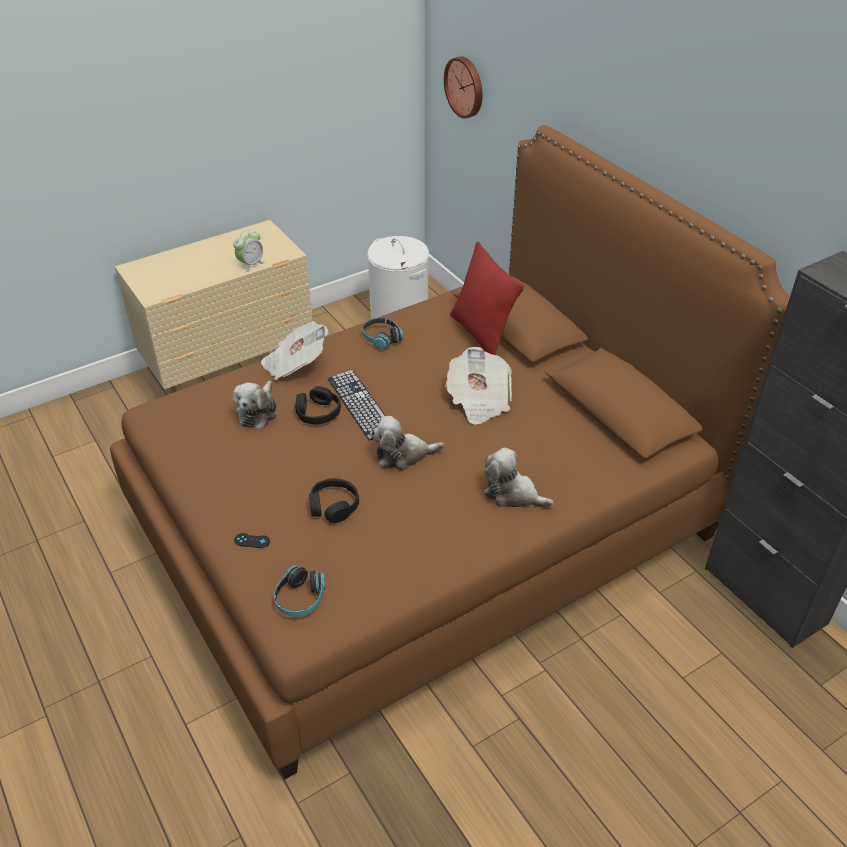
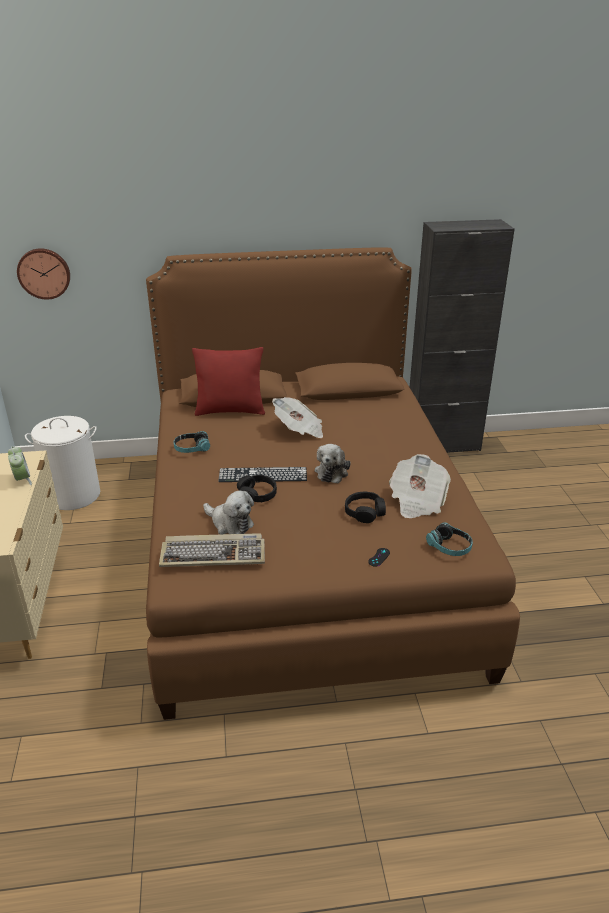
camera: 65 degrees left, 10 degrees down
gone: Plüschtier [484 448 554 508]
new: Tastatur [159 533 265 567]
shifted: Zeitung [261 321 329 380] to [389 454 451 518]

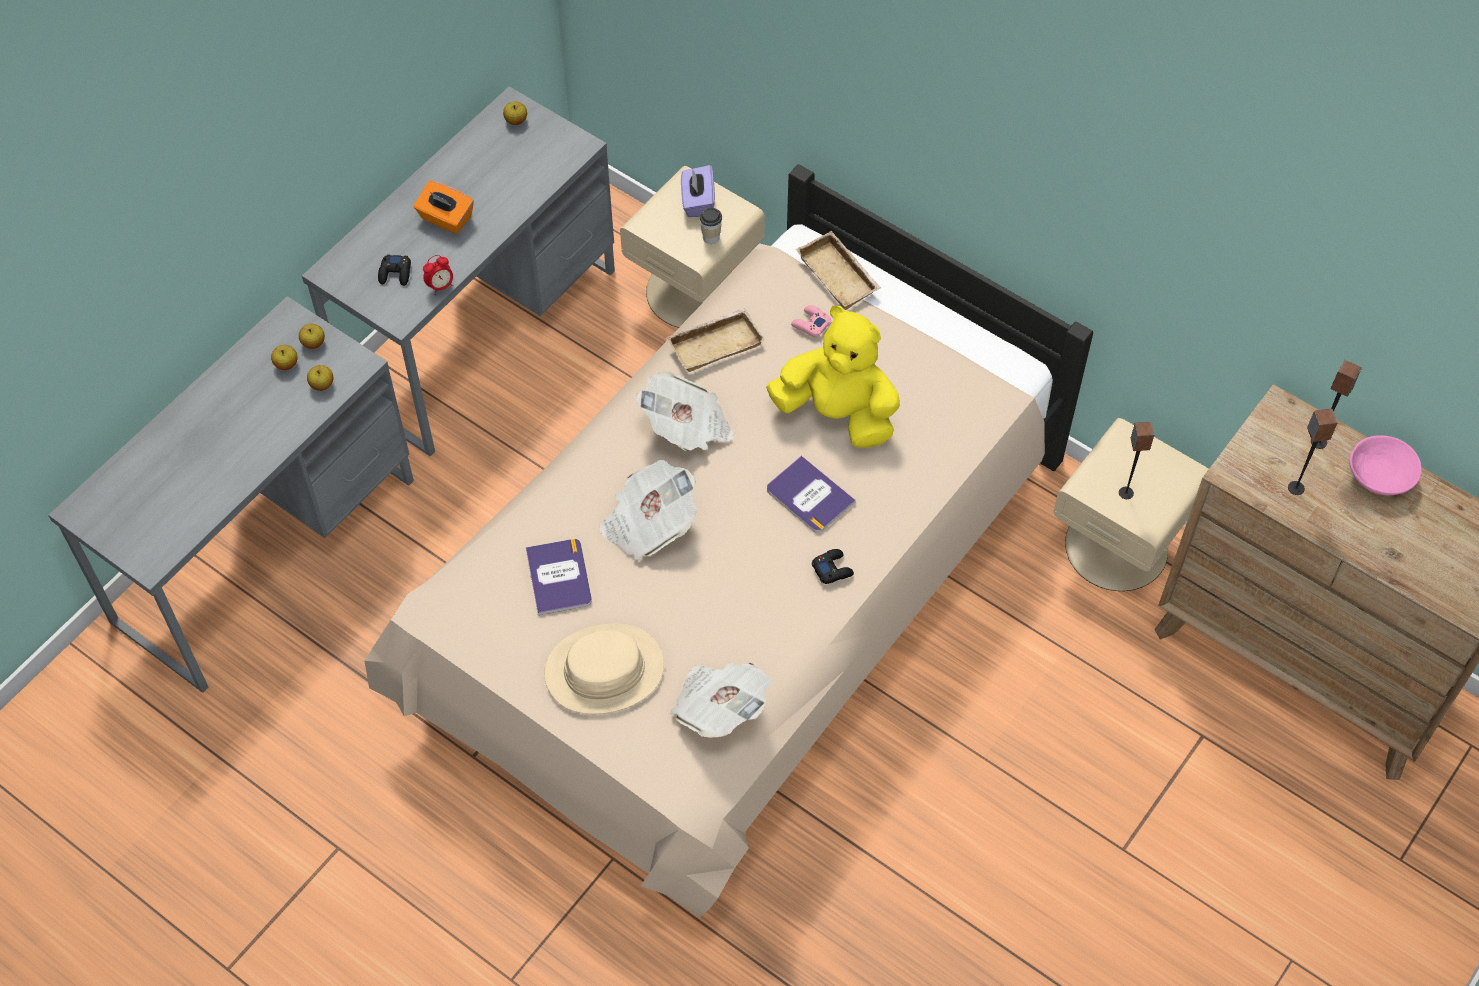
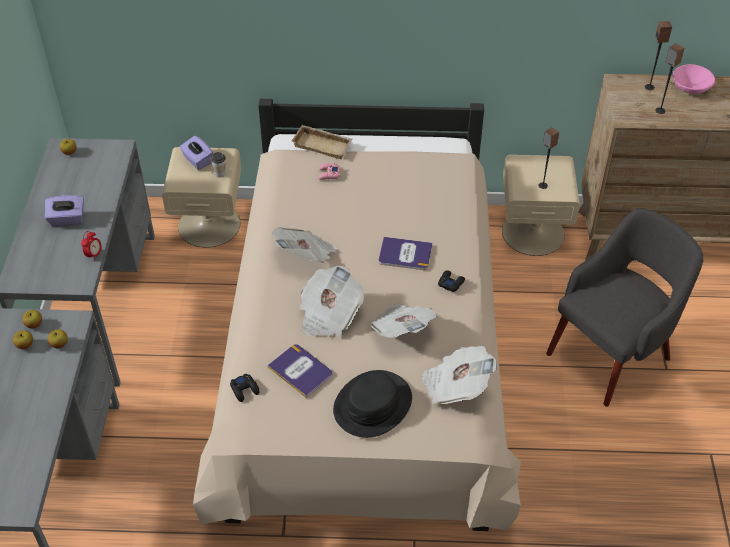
camera: 35 degrees left, 10 degrees down
gone: Plüschtier [gelb] [766 306 900 448]; Tablett [beige] [666 308 765 372]
new: Sessel [grau] [546 208 703 407]; Zeitung [369 303 437 338]
shifted: Gamepad [schwarz] [378 254 411 286] to [230 374 260 402]
repainted: Taschentuchbox [orange] [414 181 474 234] to Taschentuchbox [lila] [45 195 84 226]; Hut [beige] [544 624 664 714] to Hut [schwarz] [333 370 412 438]

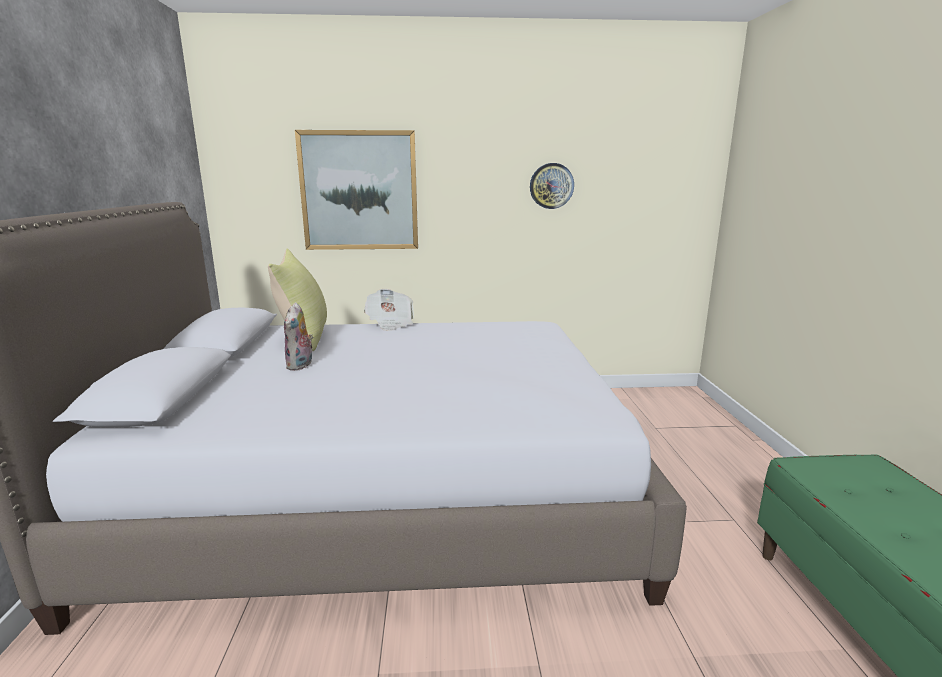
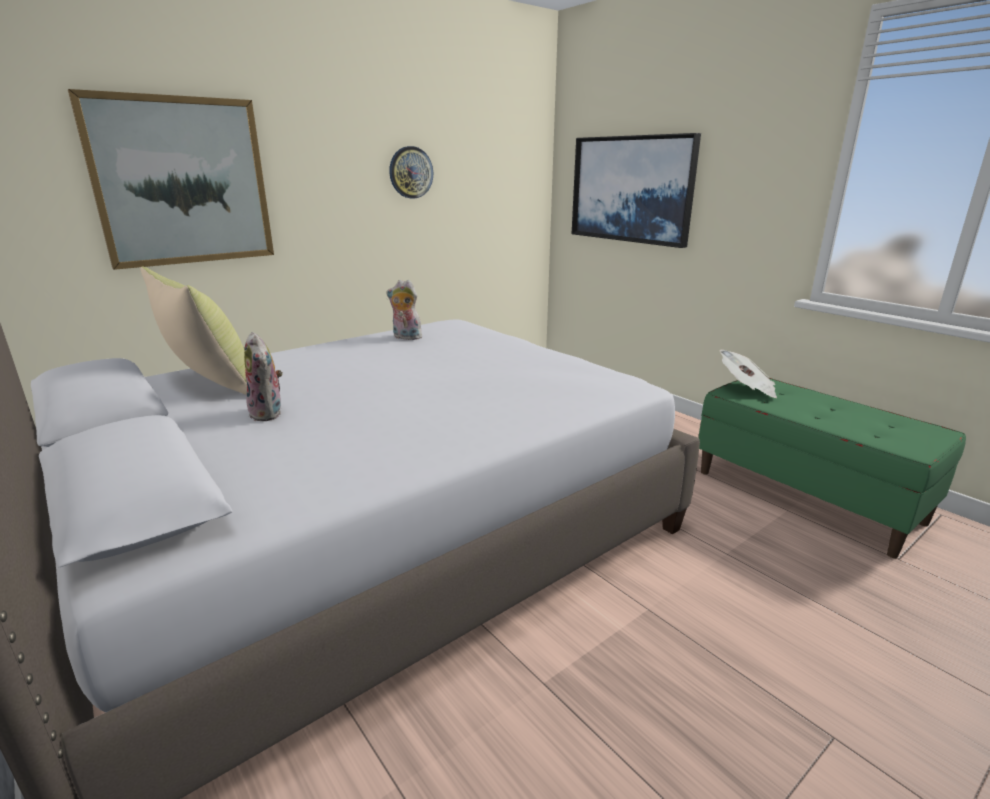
camera: 35 degrees left, 5 degrees up
new: Bild [572 133 701 248]; Plüschtier [386 280 426 340]
shifted: Zeitung [364 289 414 331] to [720 349 777 398]

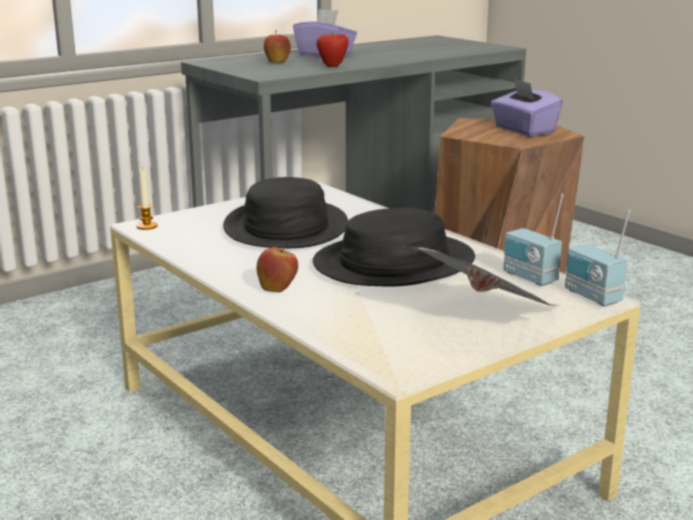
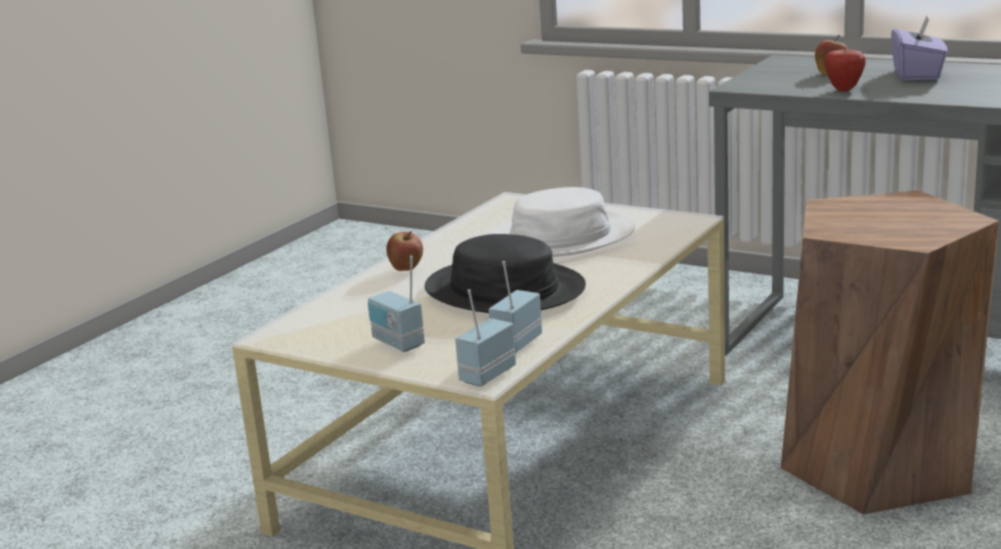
camera: 70 degrees right, 0 degrees up
gone: Taschentuchbox [lila] [491 79 563 136]; Kerze [136 167 158 230]
swapped: Zeitung [404 246 561 307] to Radio [368 255 425 352]
repainted: Hut [schwarz] [223 177 348 248] to Hut [weiß] [487 187 635 257]

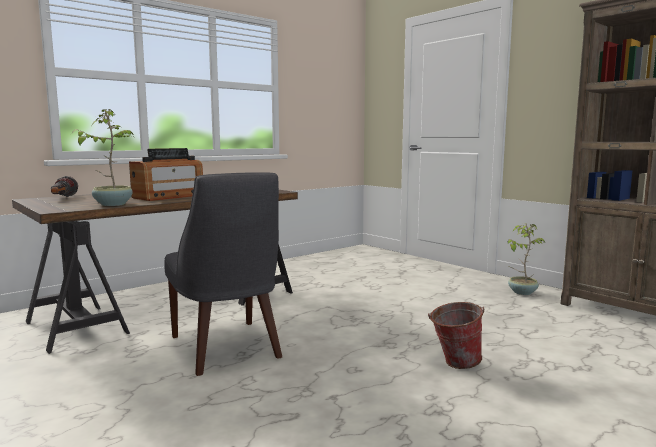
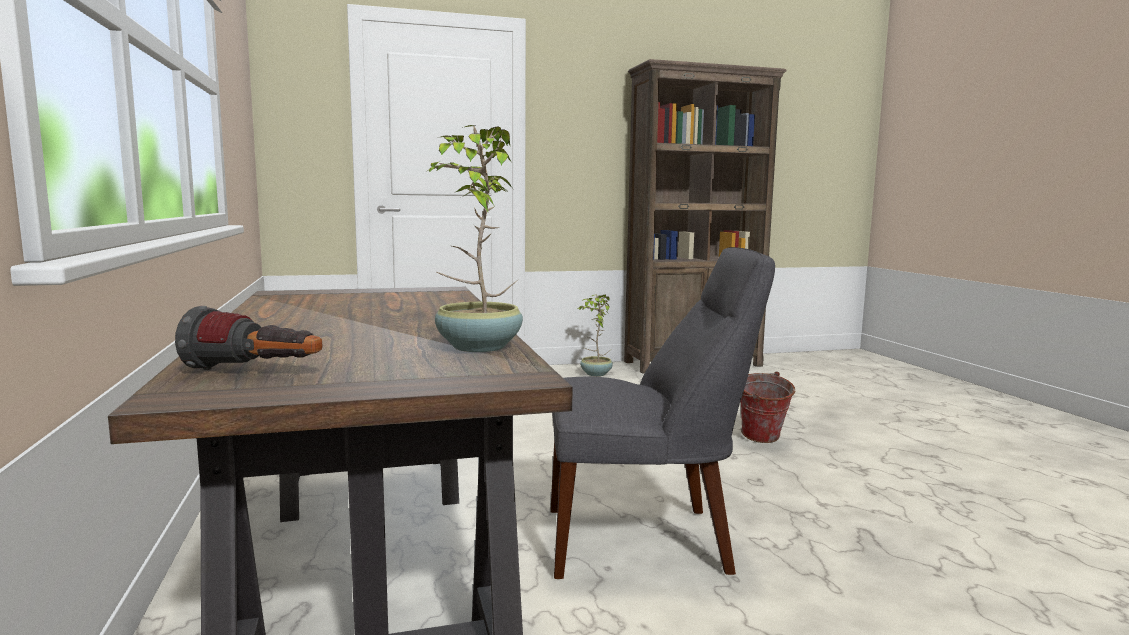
camera: 65 degrees left, 0 degrees up
gone: Radio [129 148 203 201]

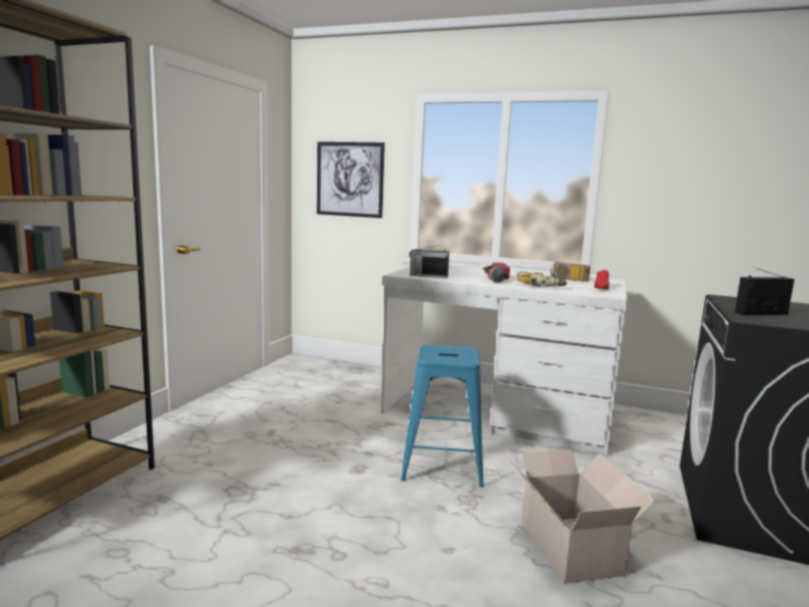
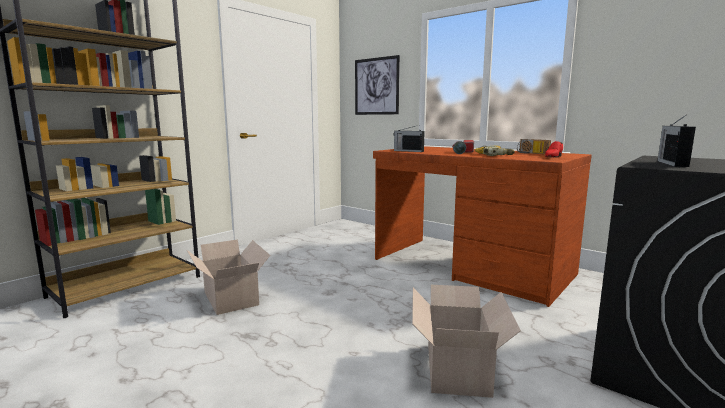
camera: 20 degrees right, 0 degrees up
gone: Hocker [blau] [401 345 484 487]
new: Karton [187 239 270 315]
repainted: Schreibtisch [weiß] [381 265 627 456] to Schreibtisch [braun] [373 146 592 307]
rotated: Radio [735 267 794 315] = [658 115 696 167] 75 degrees counterclockwise

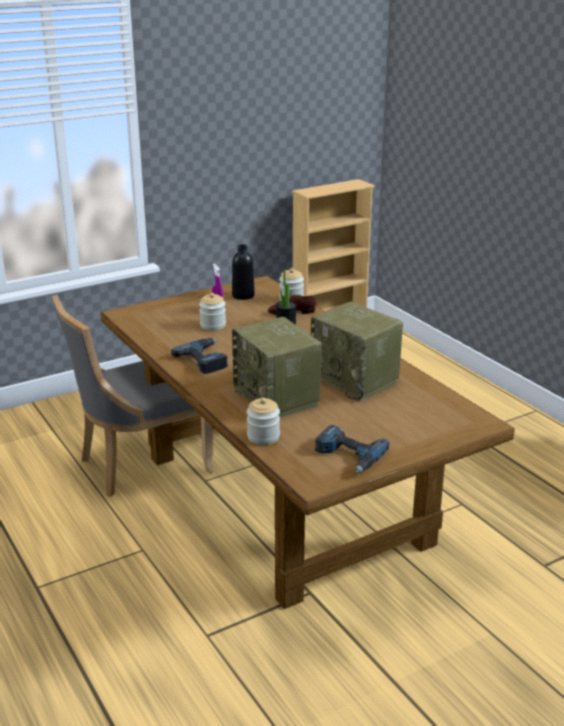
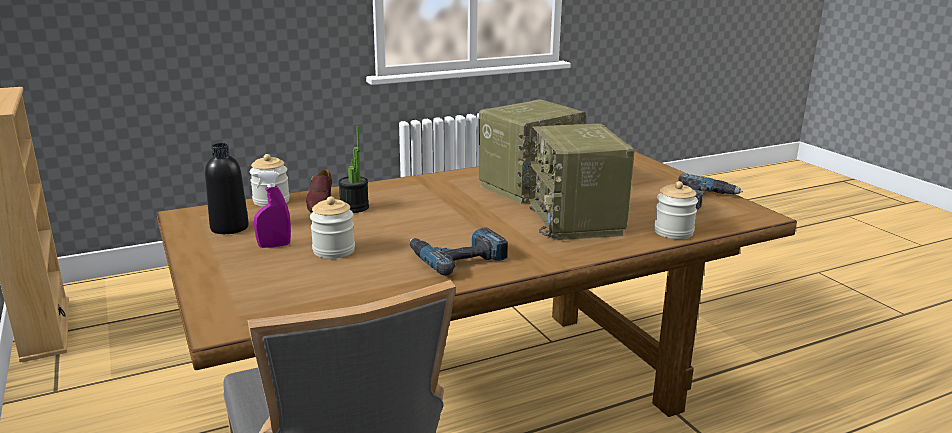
camera: 85 degrees left, 5 degrees down
rotated: Radio [232 317 322 417] = [529 124 635 240] 105 degrees clockwise

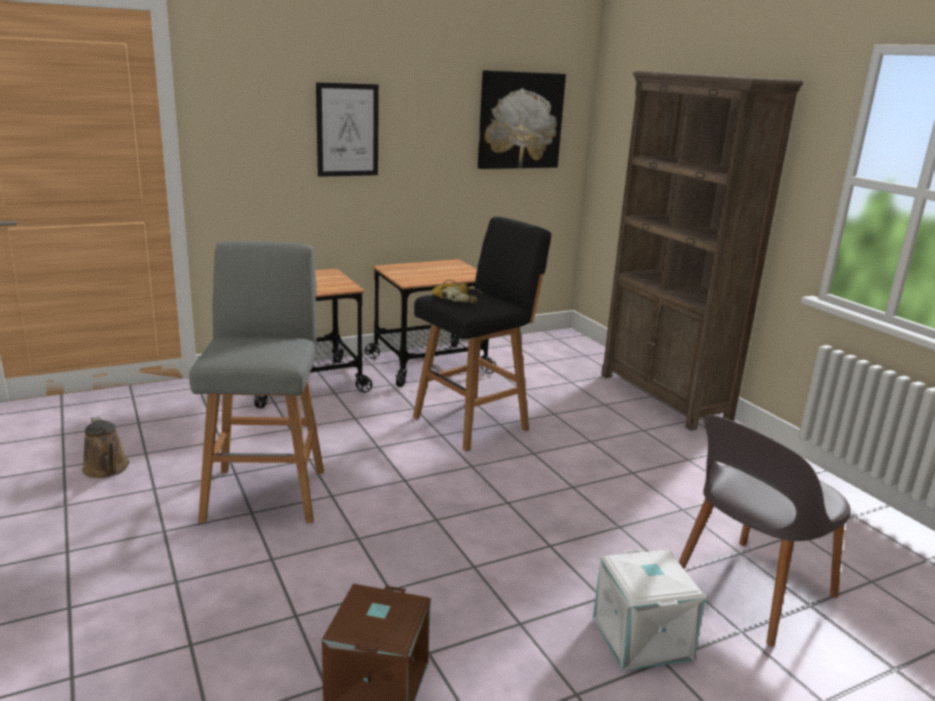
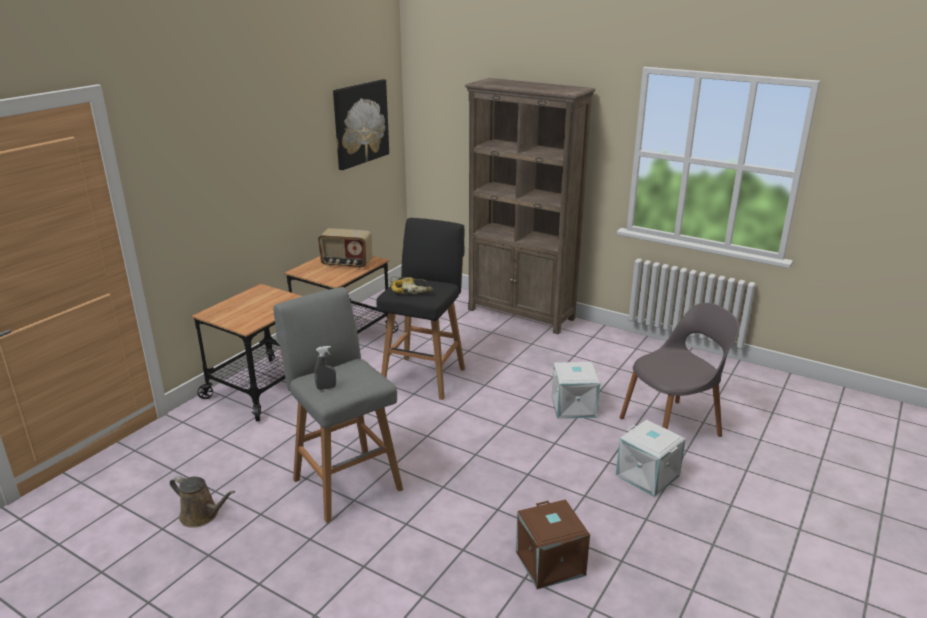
camera: 30 degrees left, 5 degrees up
gone: Bild [316 82 379 177]
new: Radio [318 228 372 268]; Sprühflasche [grau] [314 346 336 390]; Aufbewahrungsbox [weiß] [552 362 601 418]
rotated: Stuhl [grau] [679 415 851 647] = [619 303 740 437] 135 degrees counterclockwise

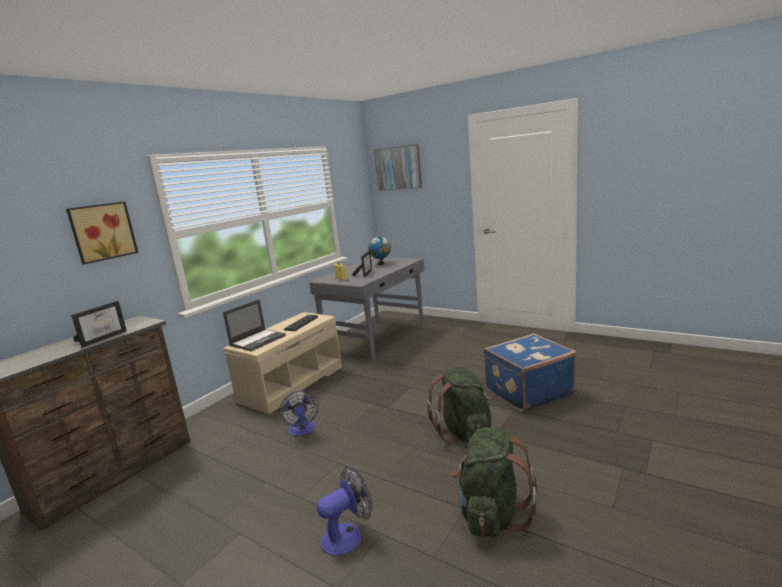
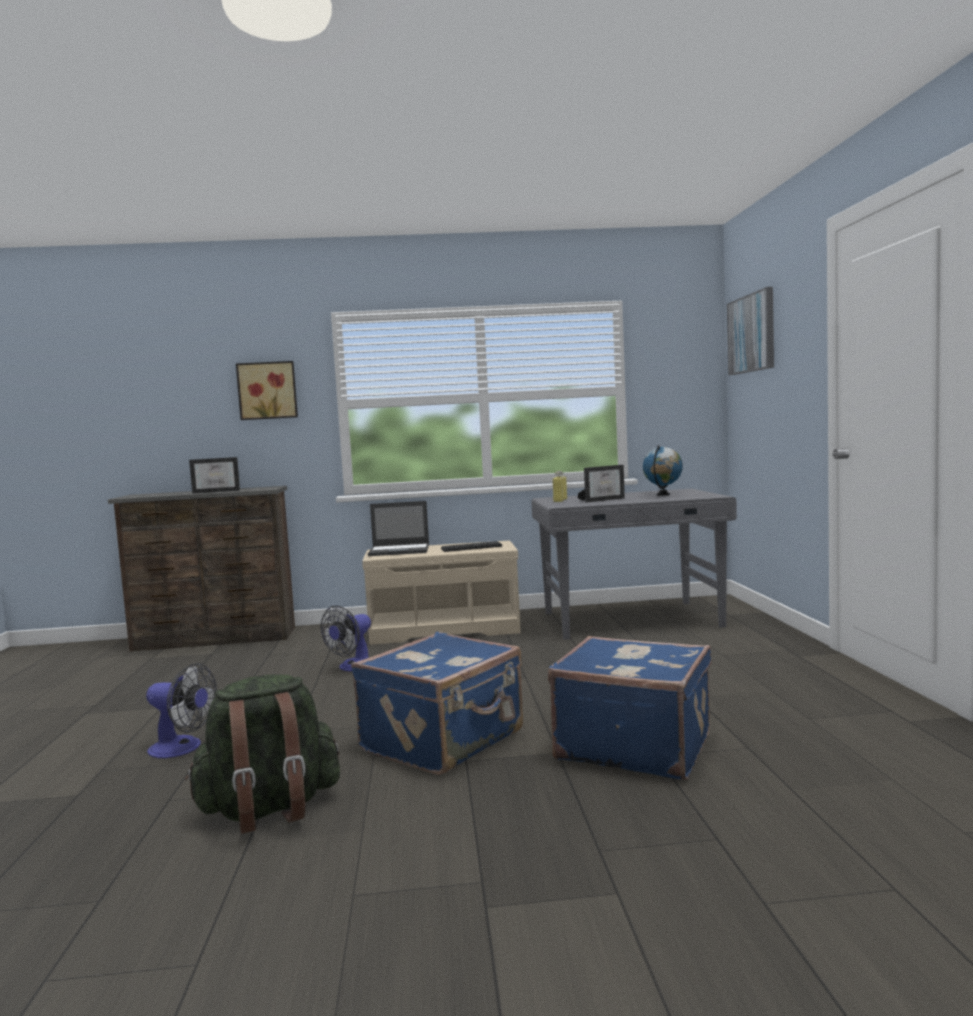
camera: 50 degrees right, 10 degrees down
swapped: Rucksack [grün] [427 367 491 444] to Koffer [blau] [351 632 523 775]

